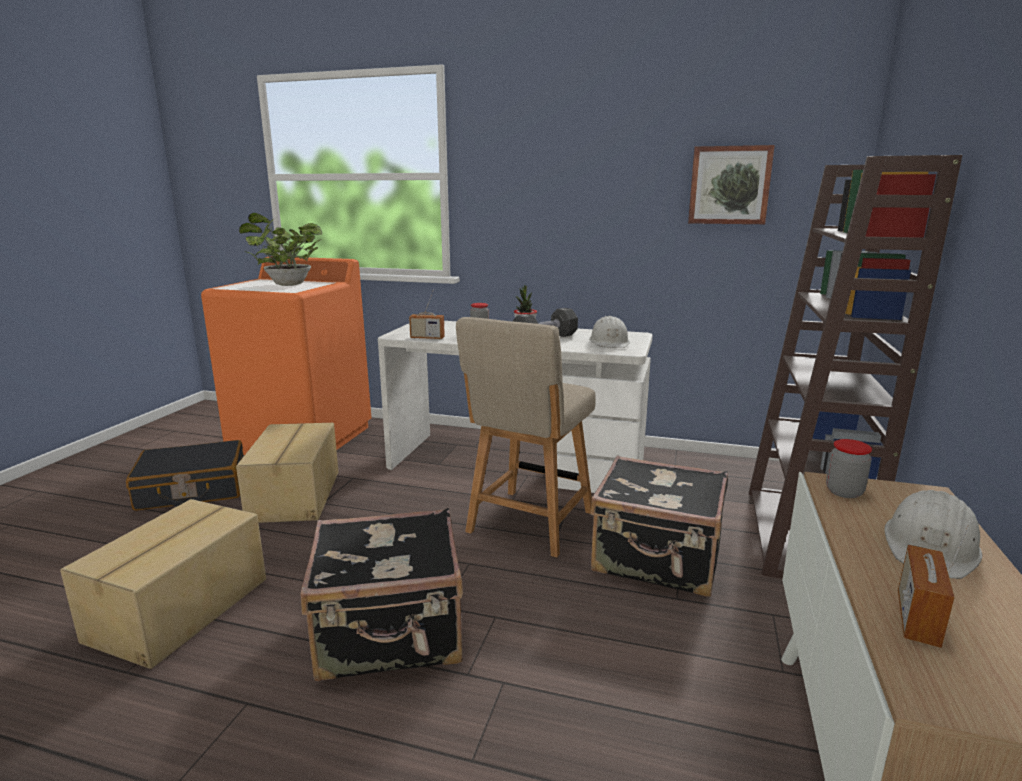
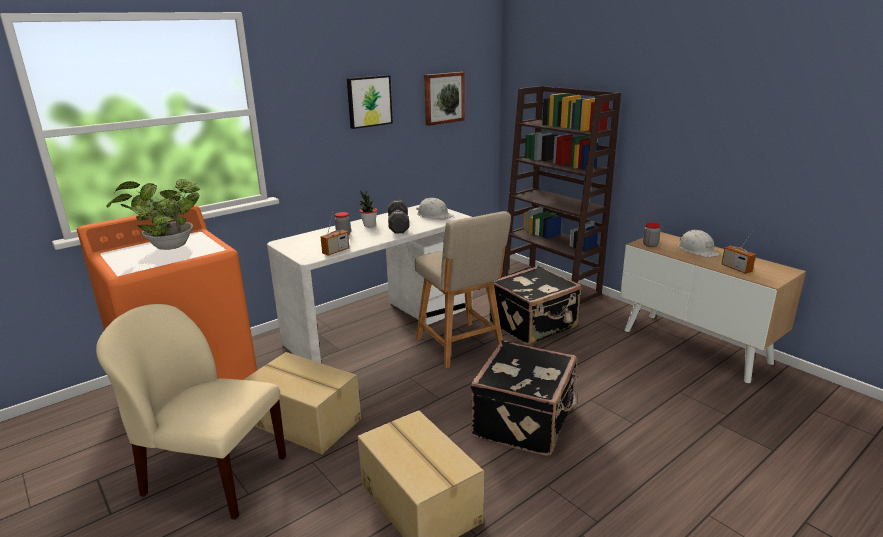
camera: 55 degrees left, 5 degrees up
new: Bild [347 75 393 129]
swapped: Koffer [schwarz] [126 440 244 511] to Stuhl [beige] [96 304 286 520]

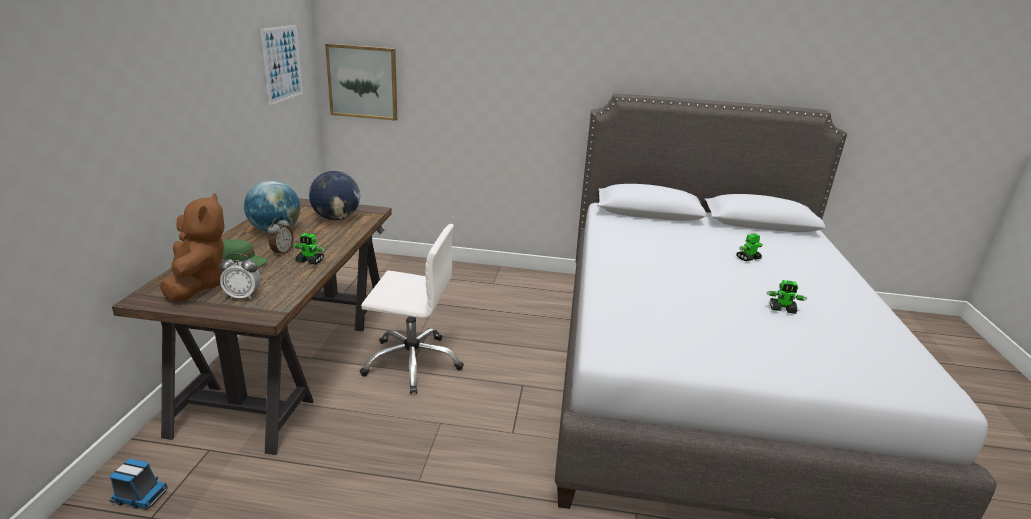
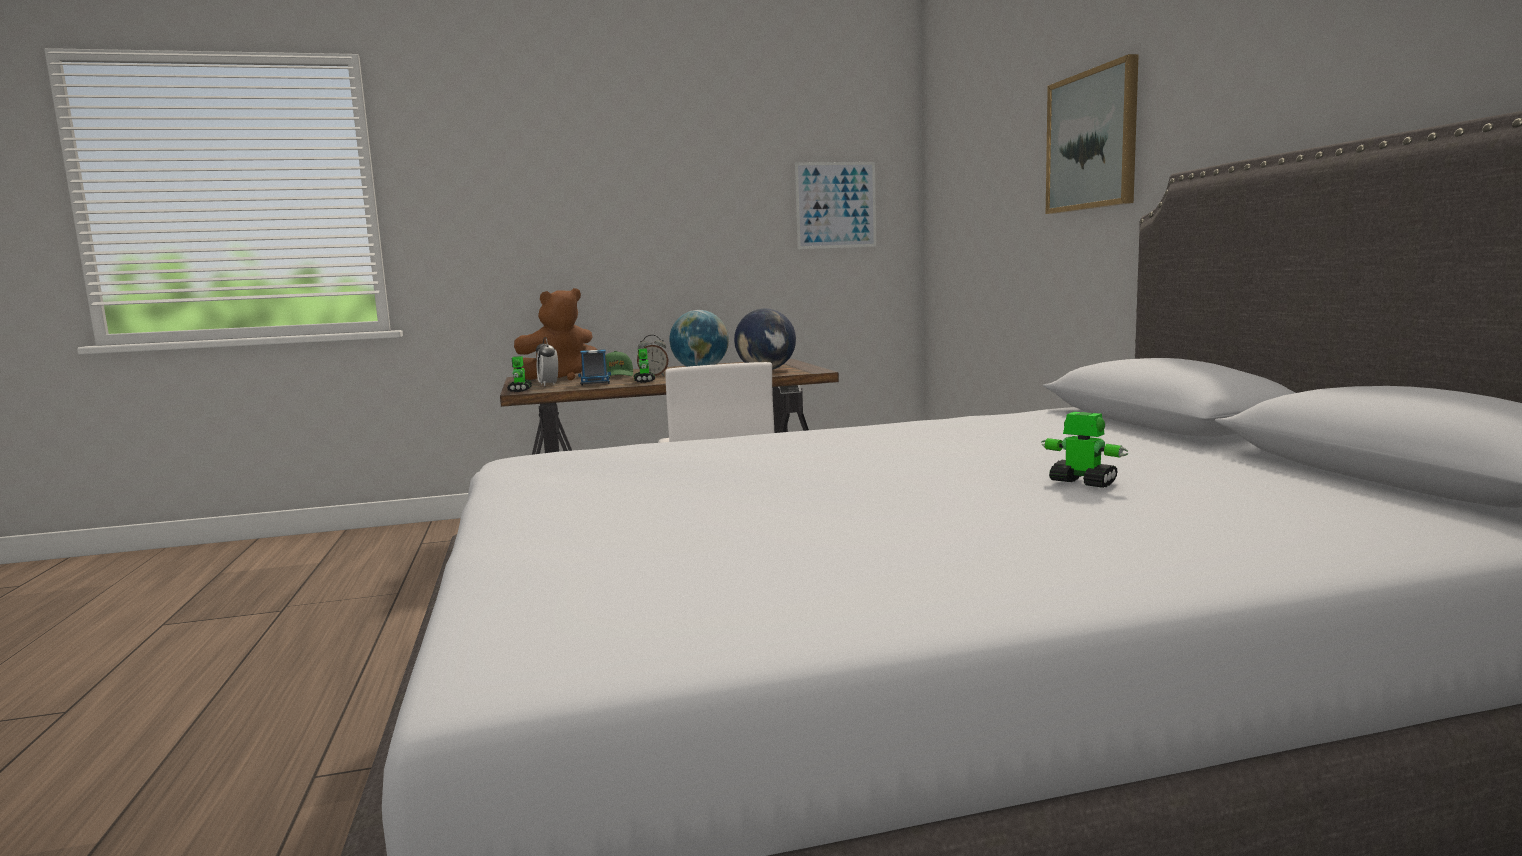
camera: 70 degrees right, 15 degrees down
shifted: Bild [325 43 397 121] to [1046 54 1139 214]; Spielzeugroboter [766 280 807 314] to [507 356 532 392]; Spielzeuglaster [109 458 168 510] to [578 349 611 385]

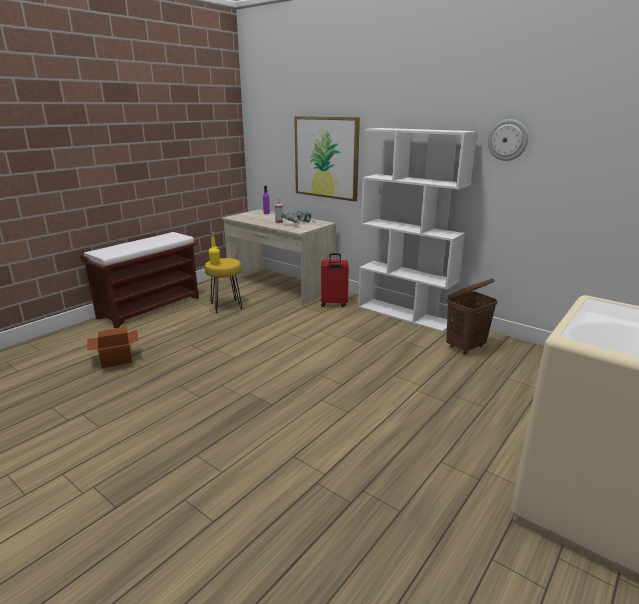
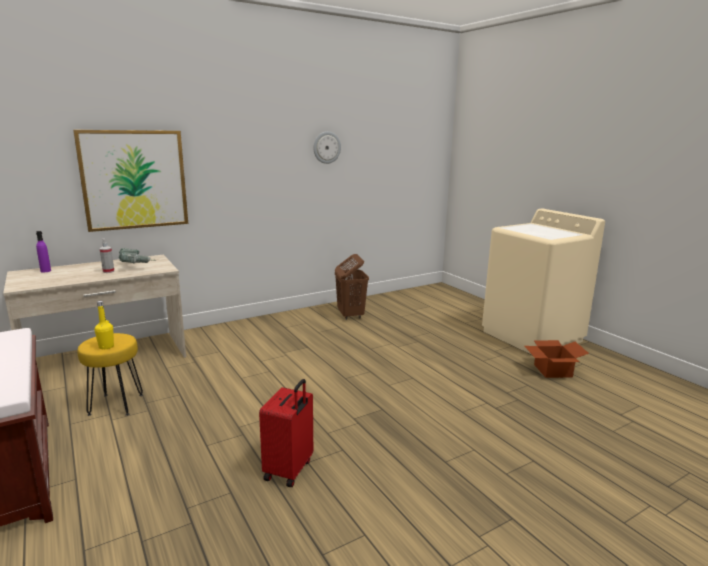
camera: 70 degrees left, 5 degrees down
gone: Bücherregal [weiß] [358 128 477 332]
shifted: Koffer [rot] [321 253 349 307] to [259 379 313 488]; Karton [87 327 139 368] to [525 340 589 378]

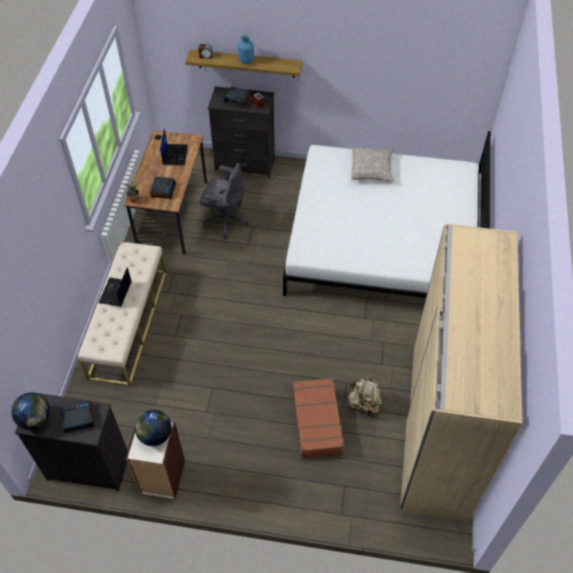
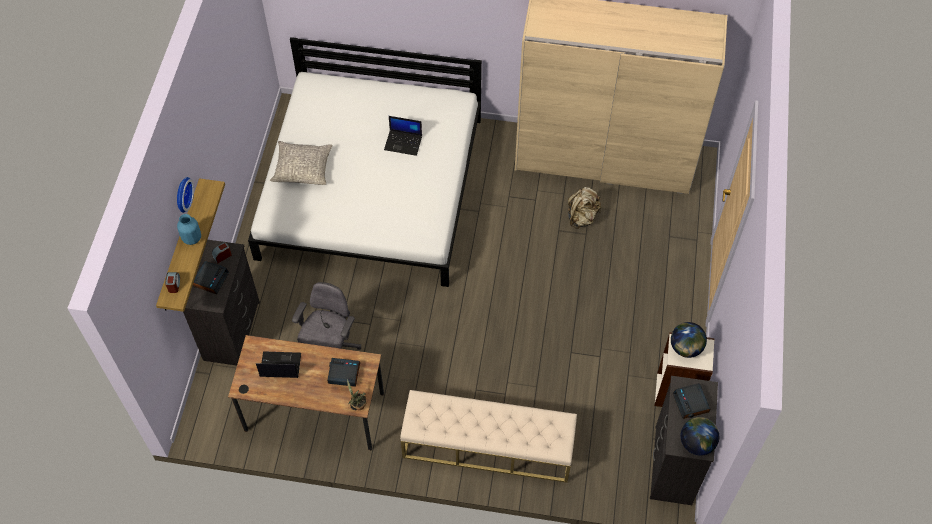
camera: 90 degrees left, 5 degrees up
gone: Koffer [braun] [293 378 345 459]
new: Wanduhr [177 177 194 213]
shifted: Laptop [98 267 132 307] to [384 116 422 156]

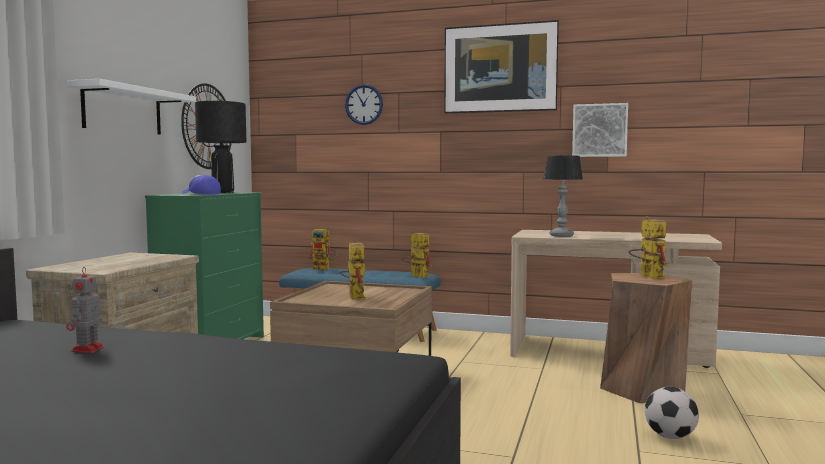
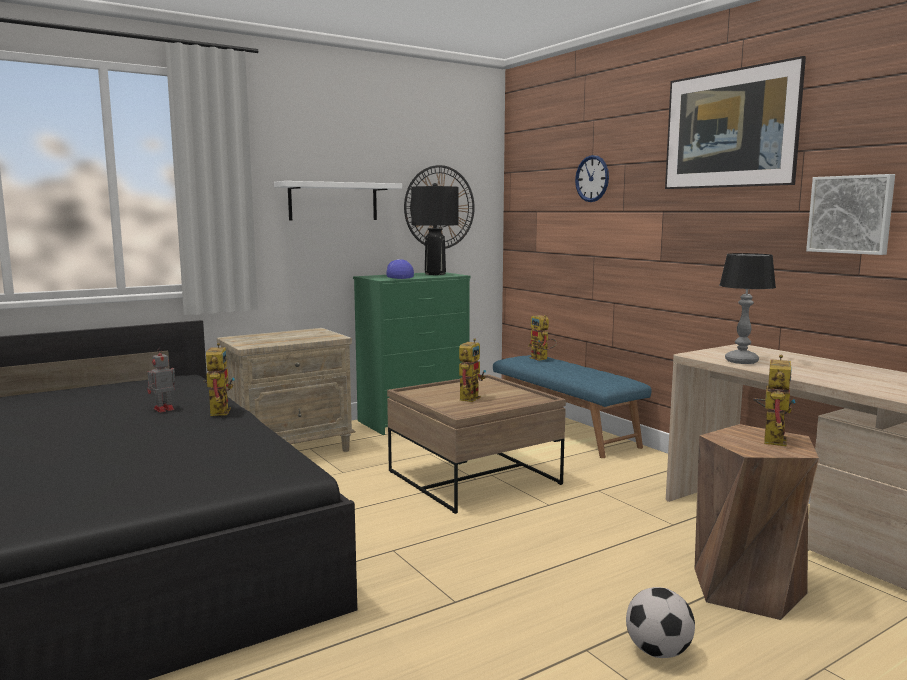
camera: 40 degrees right, 5 degrees up
shifted: Spielzeugroboter [402 231 432 278] to [203 343 235 416]

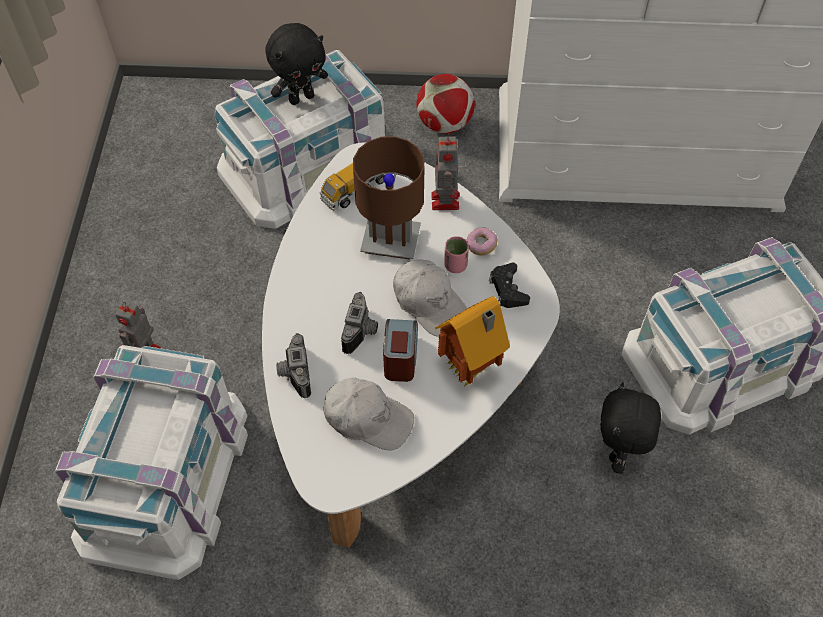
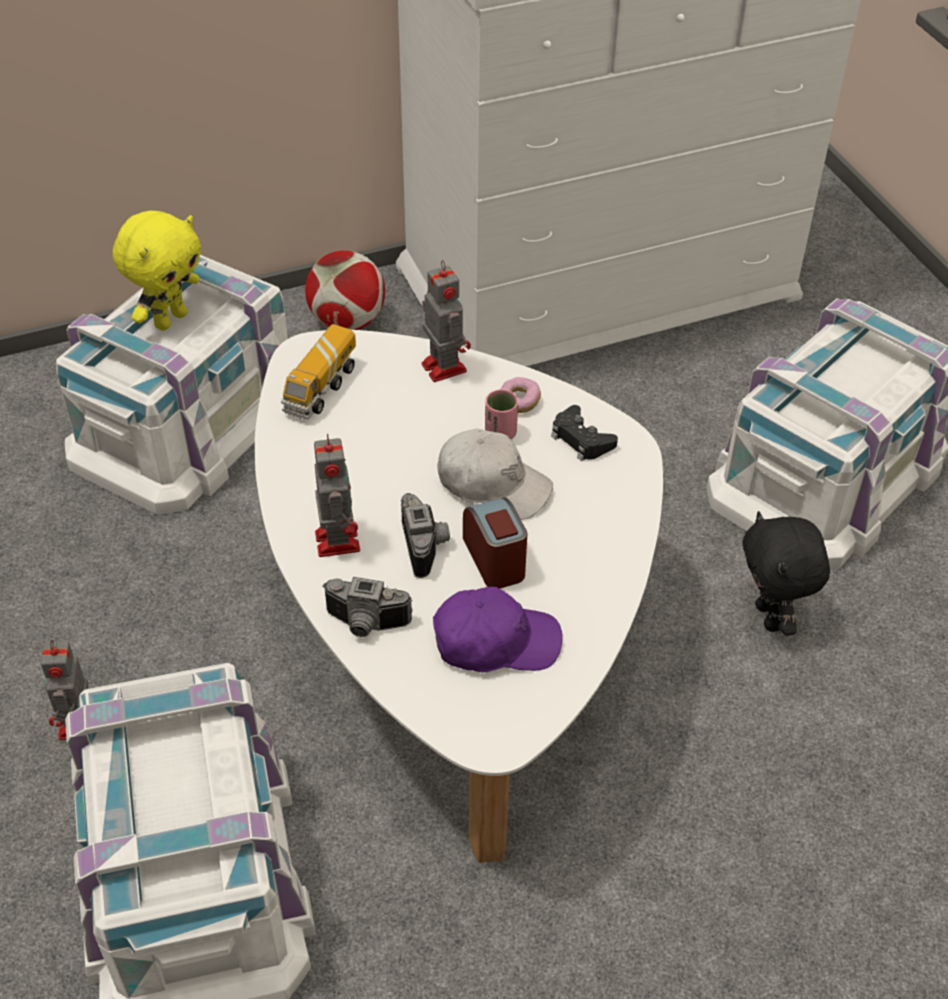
camera: 25 degrees left, 10 degrees down
gone: Tischlampe [braun] [353 136 424 259]; Spielzeughaus [435 296 510 387]
new: Spielzeugroboter [314 434 360 557]
repainted: Plüschtier [schwarz] [265 23 328 105] to Plüschtier [gelb] [113 211 201 331]; Kappe [weiß] [323 378 414 450] to Kappe [lila] [433 587 562 672]
rotated: Kamera [276 333 311 398] = [322 577 412 637] 45 degrees counterclockwise

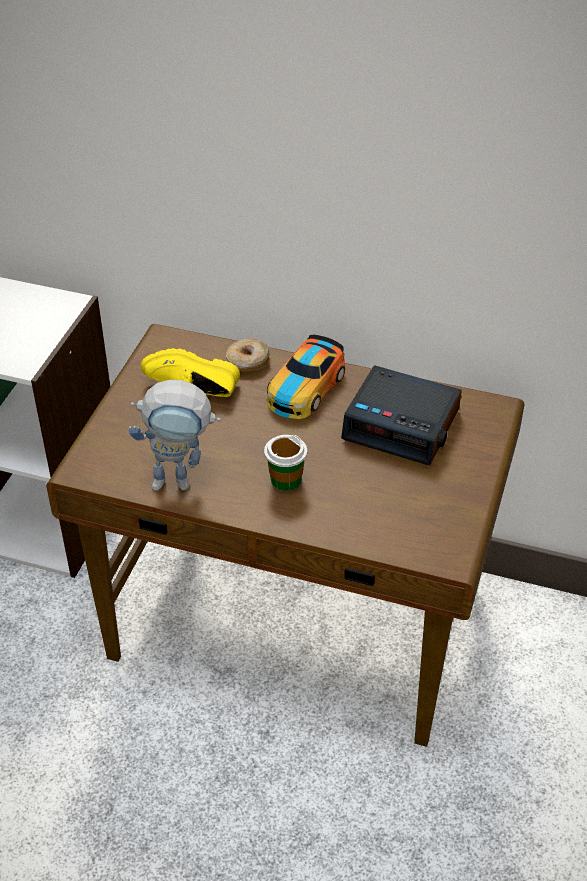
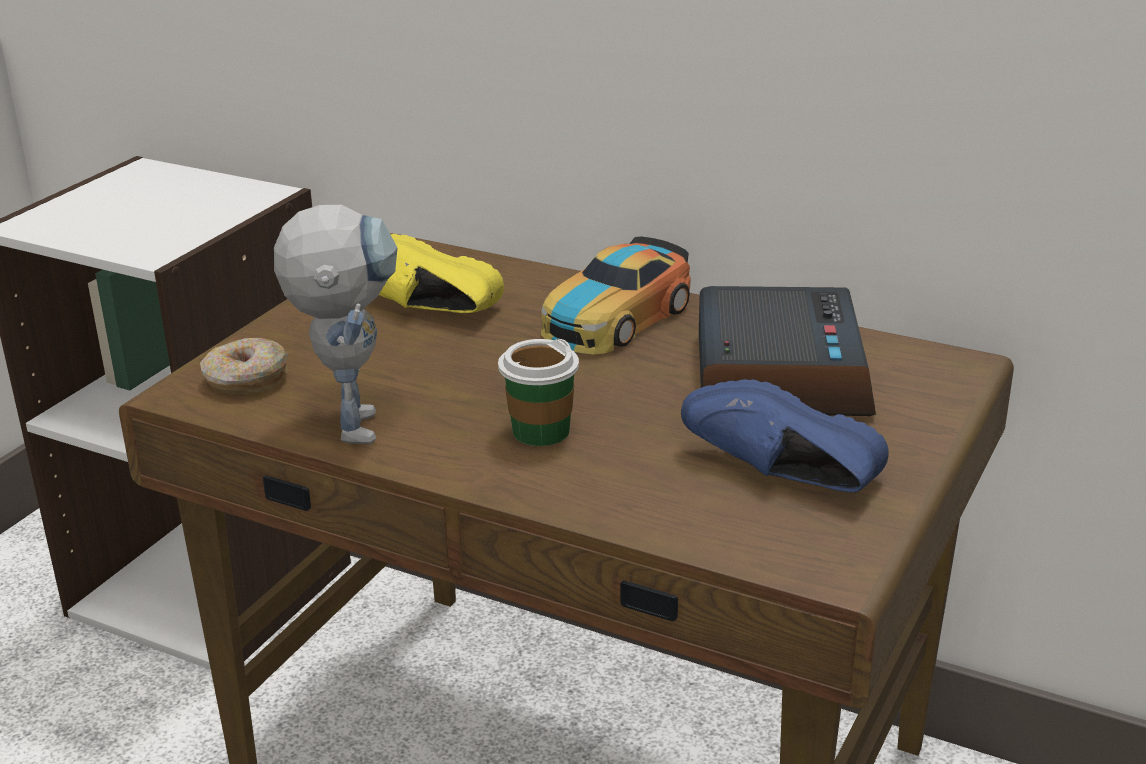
camera: 10 degrees right, 15 degrees down
new: Schuh [blau] [681 379 889 492]
shifted: Donut [226 338 270 372] to [200 338 288 394]
rotated: Wecker [341 365 462 465] = [699 286 876 416] 120 degrees counterclockwise; Spielzeugroboter [128 380 221 491] = [274 205 398 444] 105 degrees counterclockwise

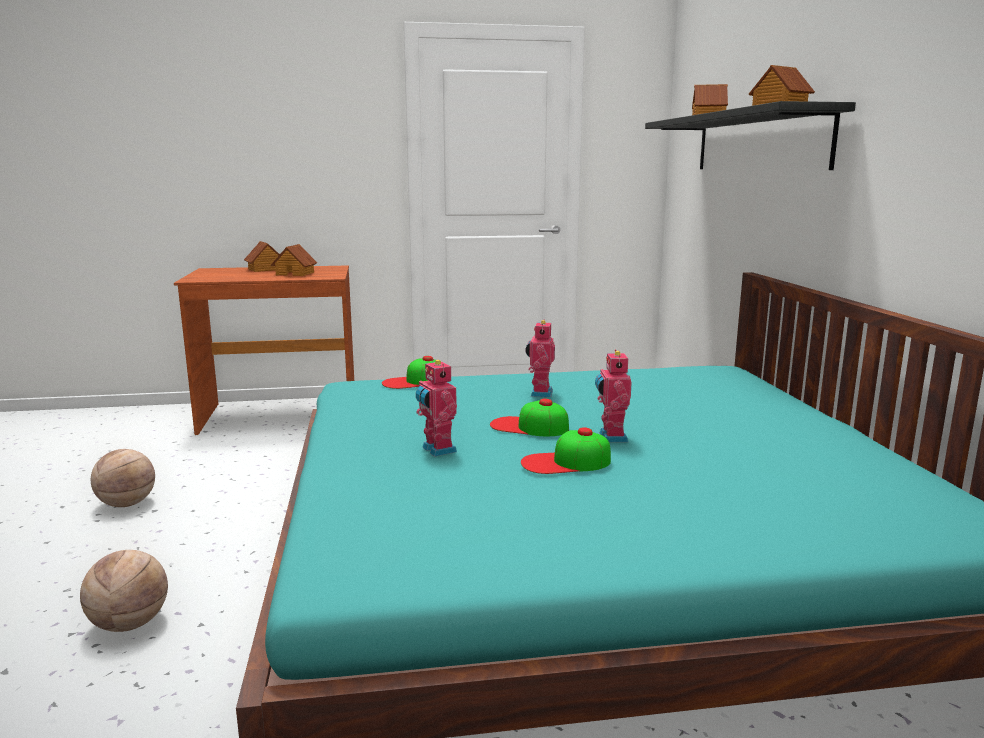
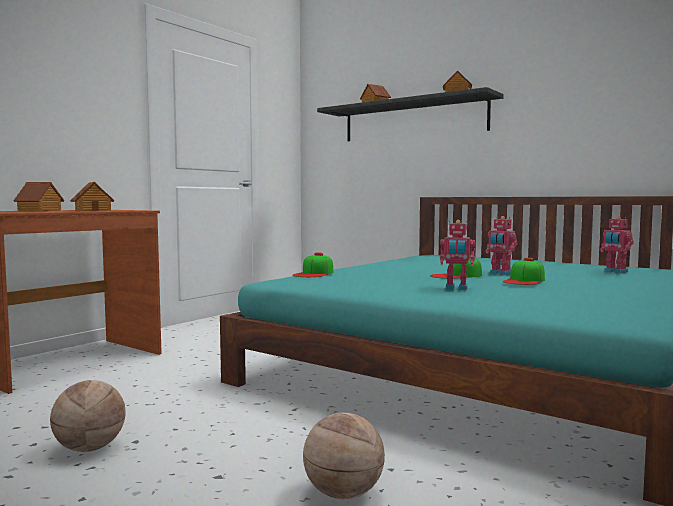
camera: 45 degrees left, 10 degrees down
shifted: Spielzeugroboter [526 320 555 397] to [600 216 634 273]

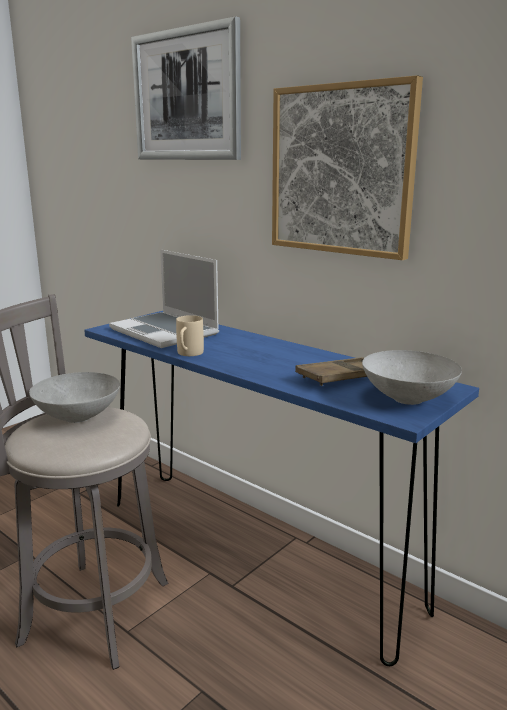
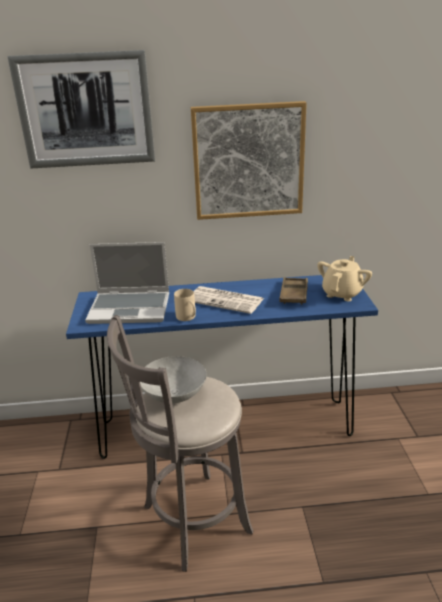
camera: 45 degrees left, 10 degrees up
new: Zeitung [194 286 264 314]
swapped: Schüssel [grau] [362 350 462 405] to Teekanne [beige] [317 256 372 301]

